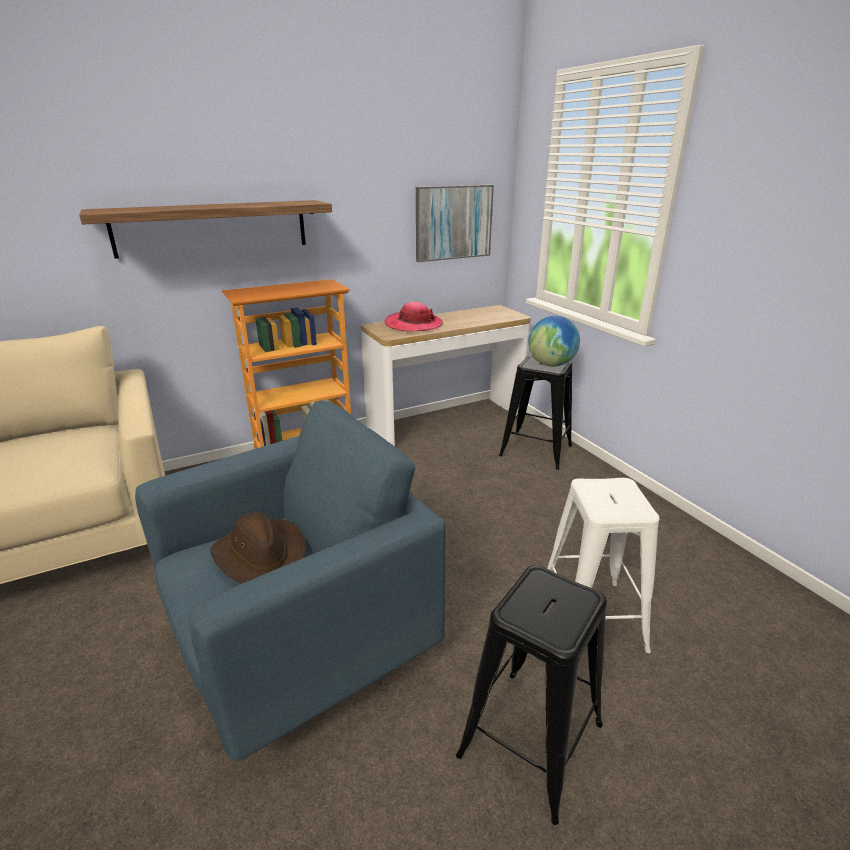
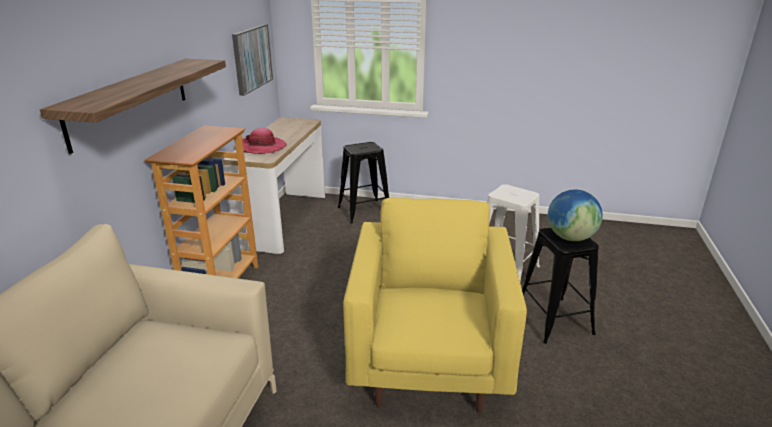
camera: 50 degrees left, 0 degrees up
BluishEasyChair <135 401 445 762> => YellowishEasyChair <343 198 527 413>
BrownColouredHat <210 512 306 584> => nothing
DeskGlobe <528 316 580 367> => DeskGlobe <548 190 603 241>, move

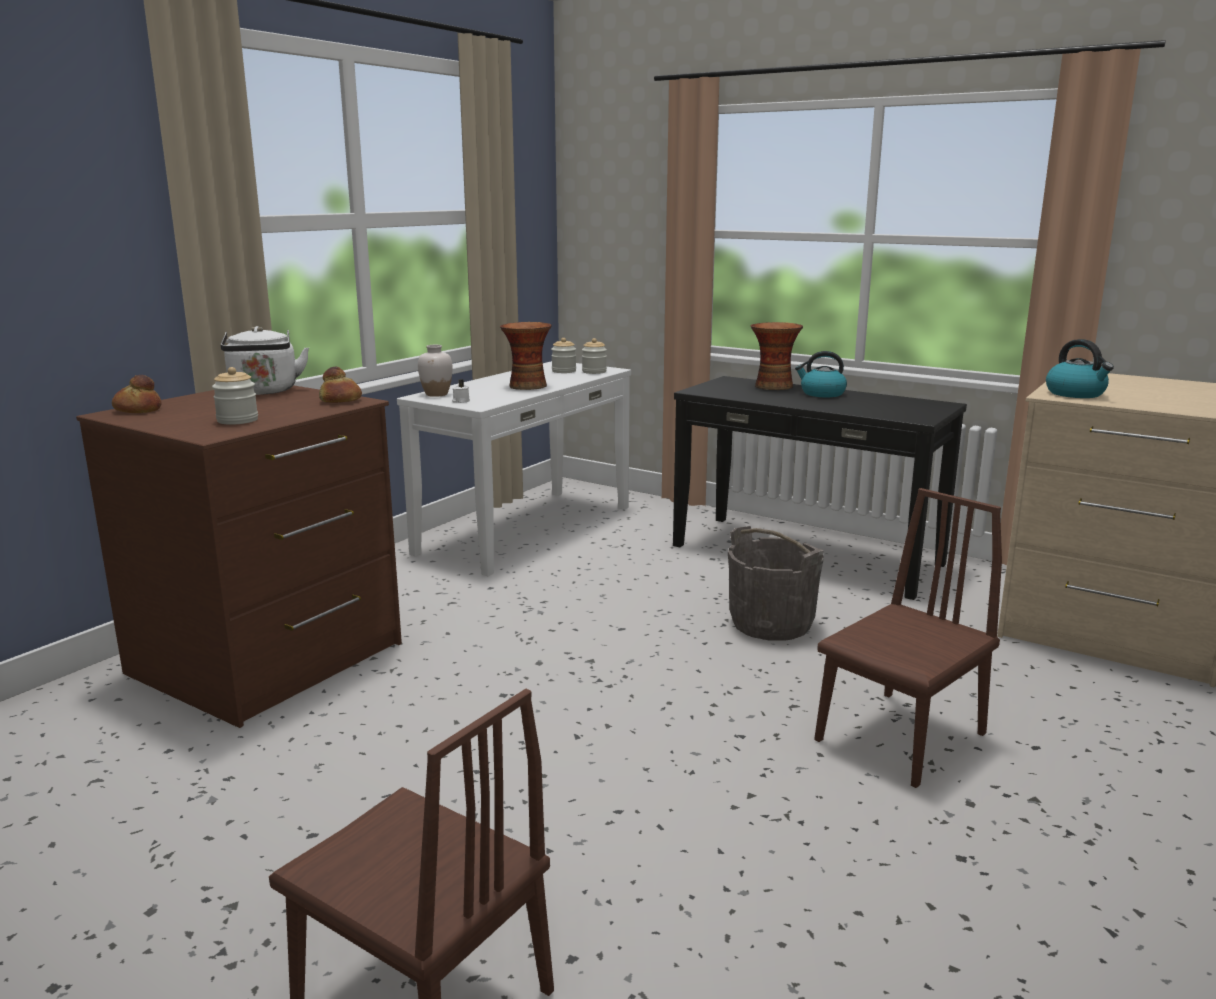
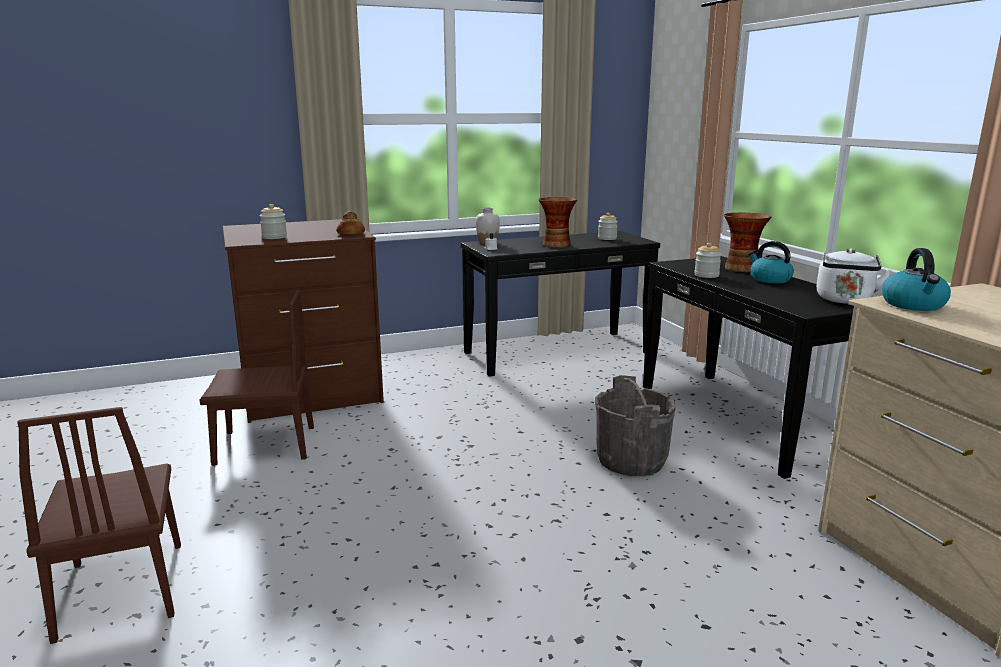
camera: 35 degrees right, 0 degrees up
BakedBread <112 375 161 413> => nothing
WhitishKettle <221 326 309 395> => WhitishKettle <817 249 892 304>, move
WhitishNarrowTable <397 361 631 576> => BlackColouredNarrowTable <461 231 660 377>
StorageJar <582 338 607 374> => StorageJar <694 243 722 278>, move
BrownColouredChair <814 488 1002 788> => BrownColouredChair <199 290 314 466>, move

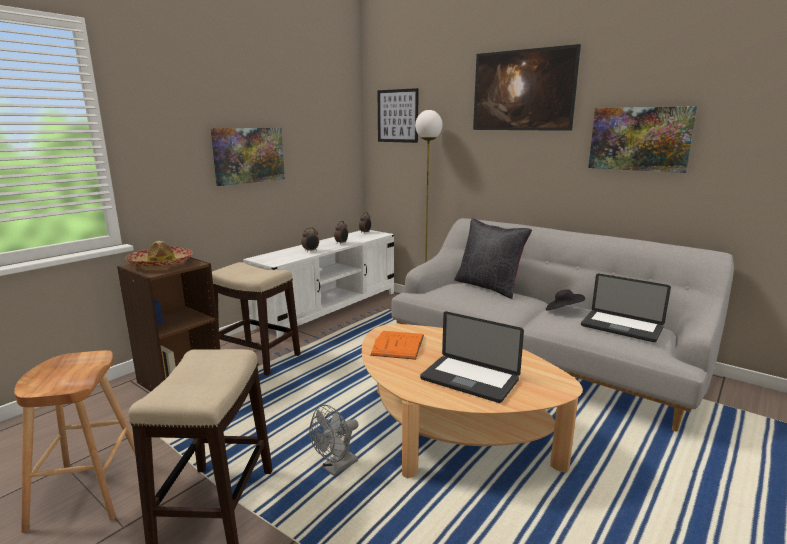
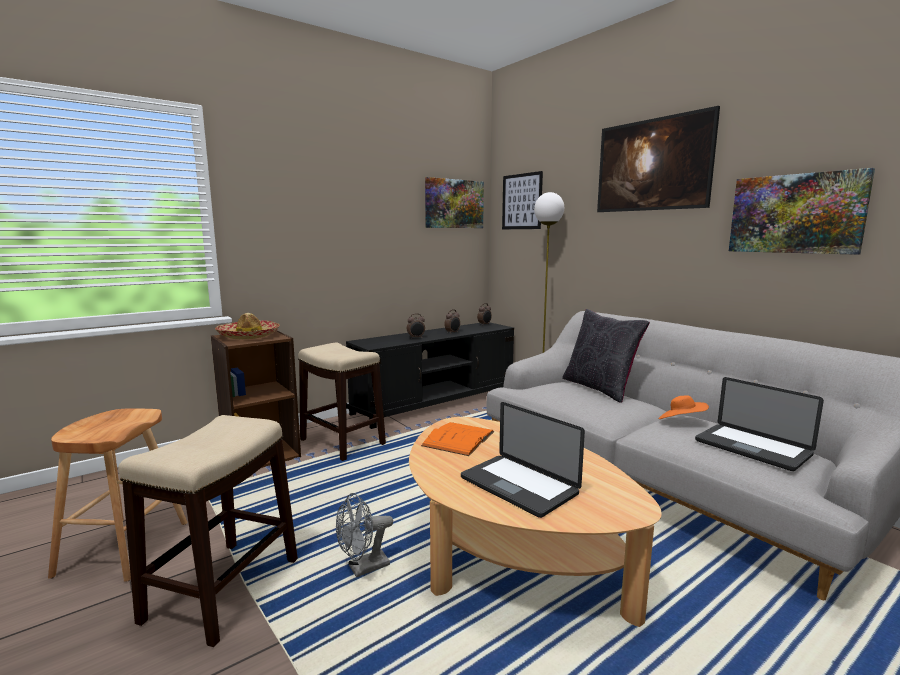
camera: 15 degrees right, 5 degrees down
WallArt <211 128 285 186> => WallArt <425 177 484 228>, move
WhitishTvUnit <243 230 394 338> => BlackColouredTvUnit <346 322 514 429>
BlackColouredHat <546 289 585 311> => OrangeyHat <659 395 709 419>

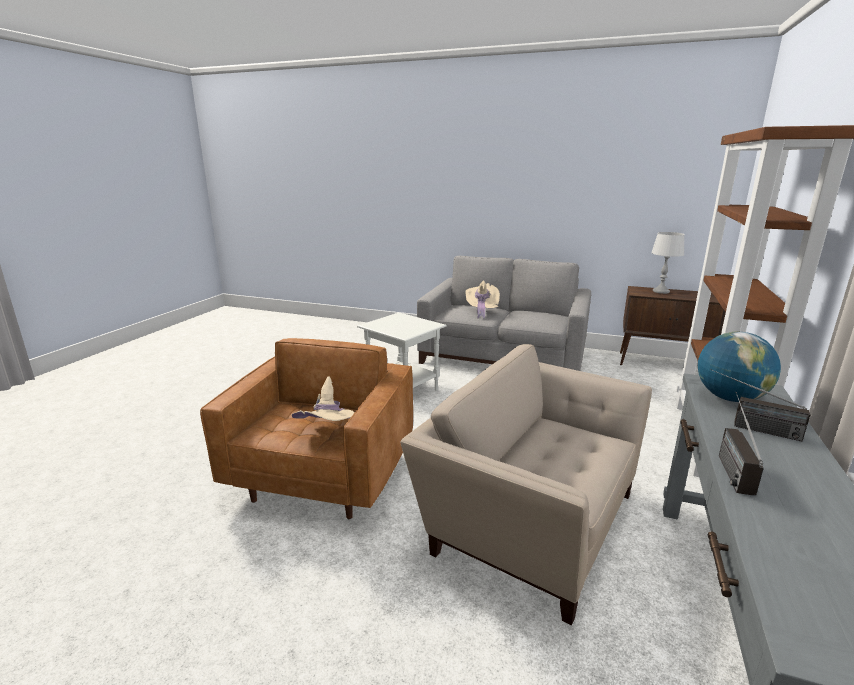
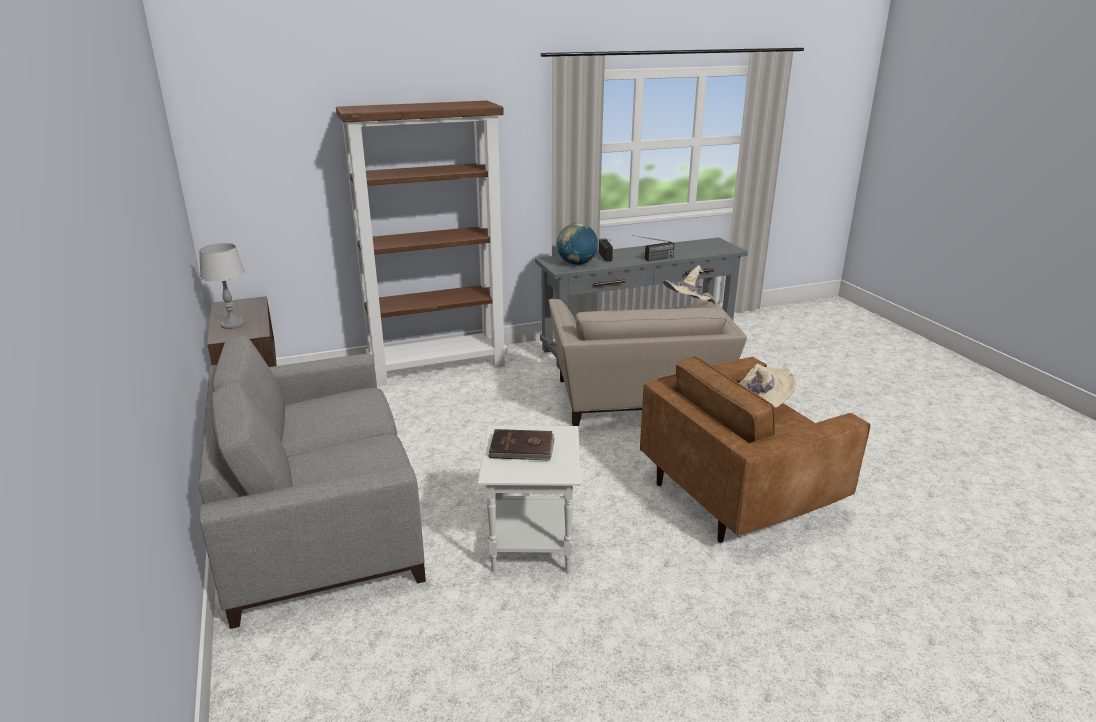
camera: 130 degrees left, 5 degrees up
BeigeHat <465 280 500 319> => BeigeHat <663 265 715 304>, move
nothing => BrownColouredBoundBook <488 429 555 461>

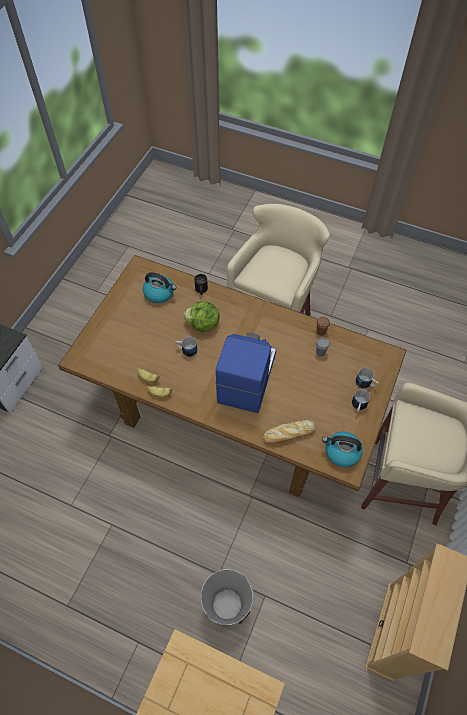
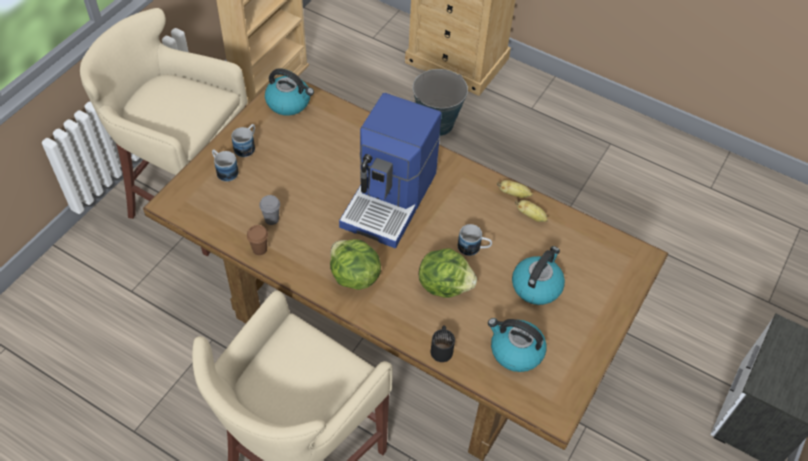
camera: 175 degrees left, 5 degrees down
BakedBread <263 420 316 444> => nothing
nothing => Lettuce <330 239 381 290>
nothing => Kettle <512 246 565 305>

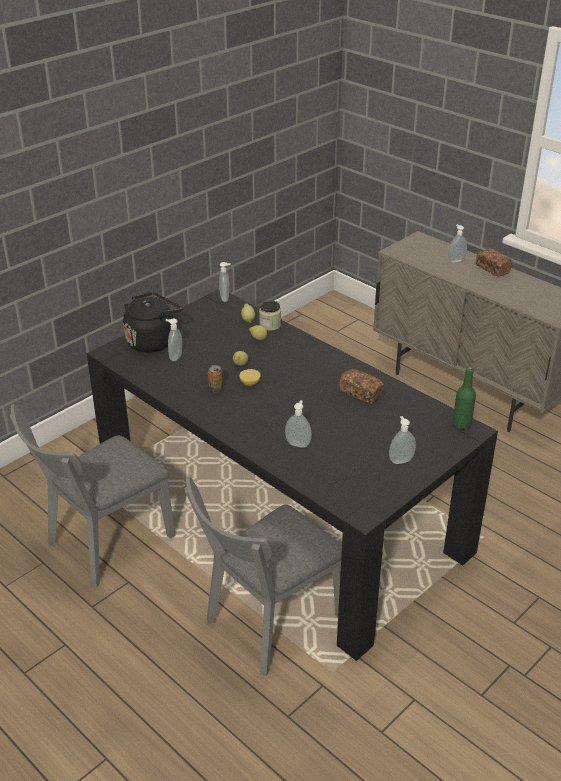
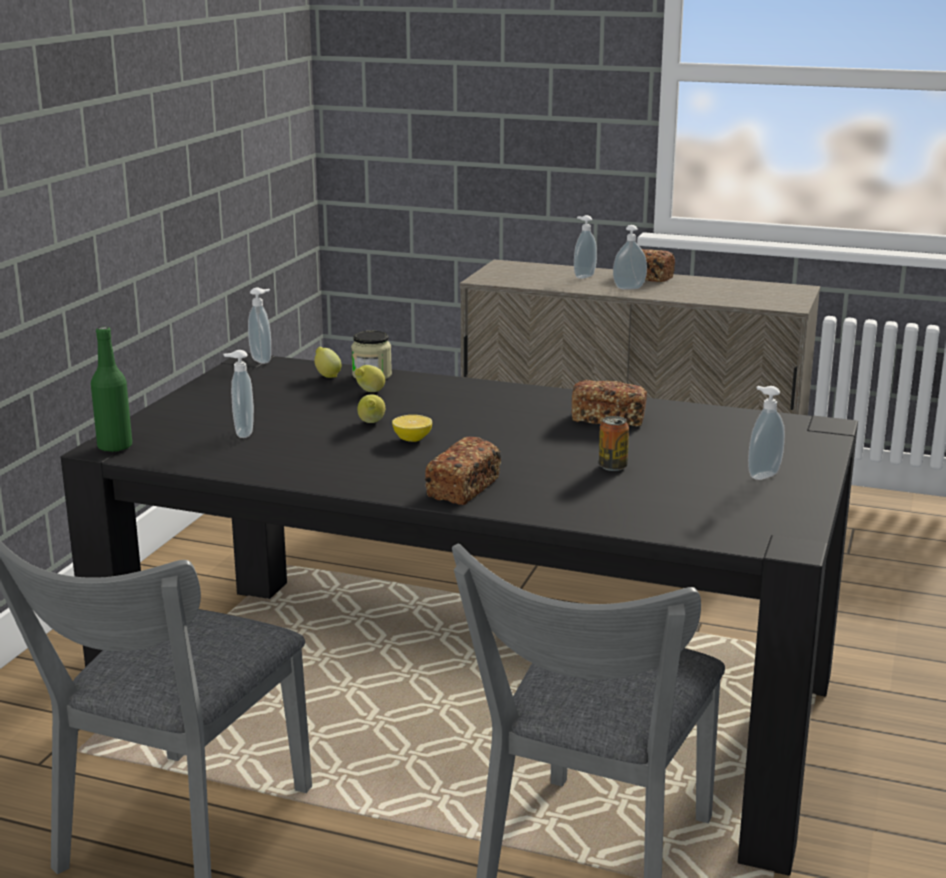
camera: 25 degrees left, 15 degrees down
BlackColouredKettle <123 292 182 352> => nothing
Can <208 365 223 393> => Can <599 416 629 471>, move
LiquidSoapBottle <285 400 312 448> => LiquidSoapBottle <613 225 647 289>, move
GreenishDrinkBottle <453 367 476 429> => GreenishDrinkBottle <91 327 132 452>, move
nothing => BakedBread <425 437 501 505>

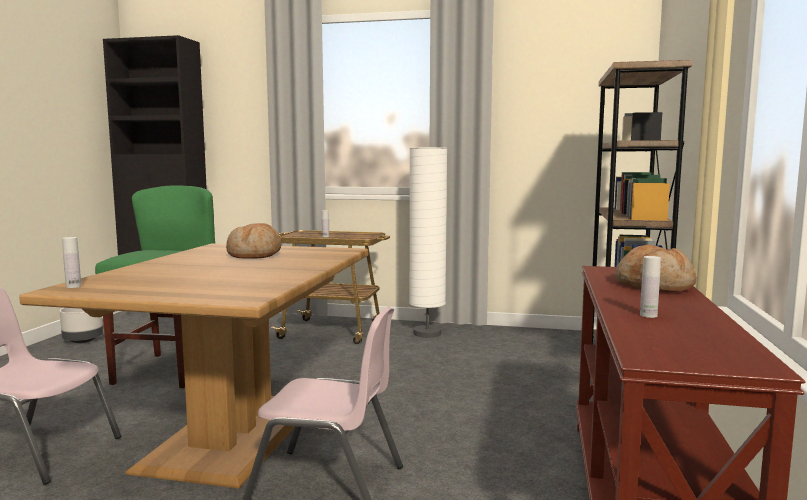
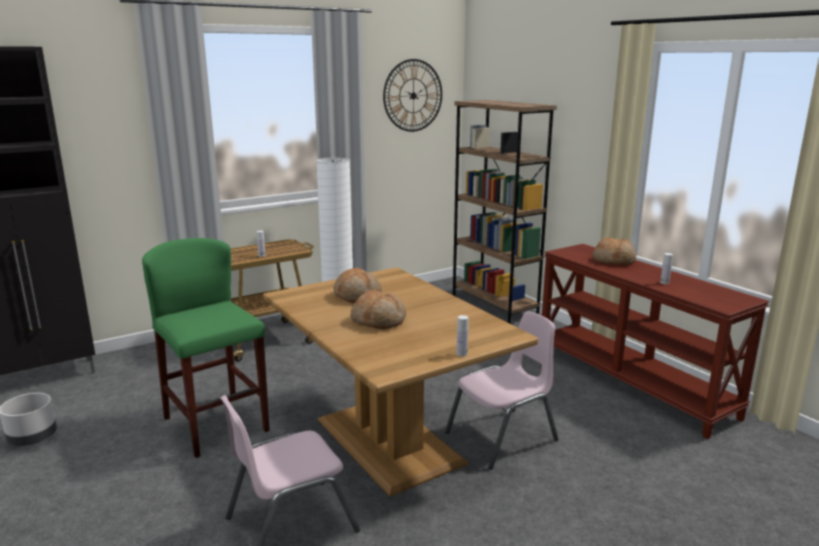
camera: 45 degrees left, 10 degrees up
WhitishDrinkBottle <62 237 81 288> => WhitishDrinkBottle <457 315 468 357>, move
nothing => BakedBread <351 290 406 329>
nothing => HangingClock <383 59 442 132>

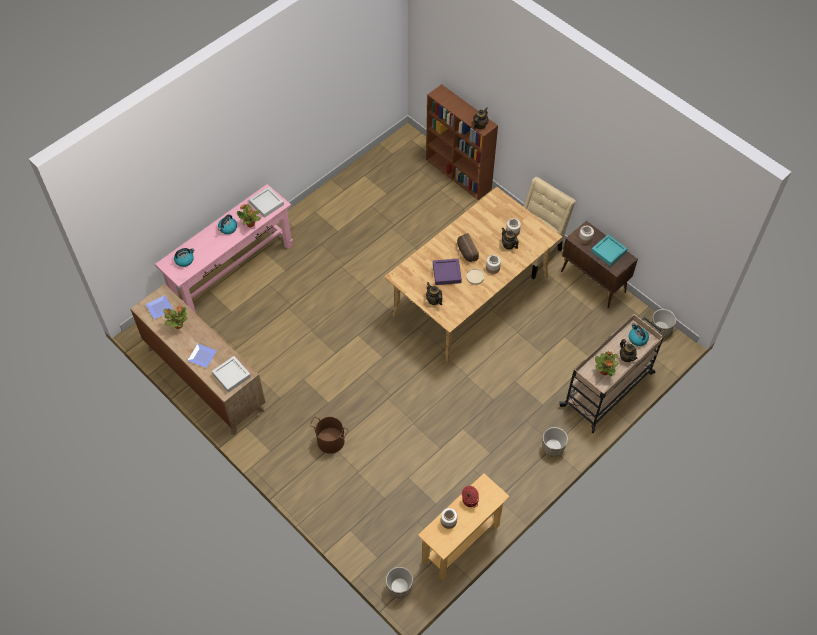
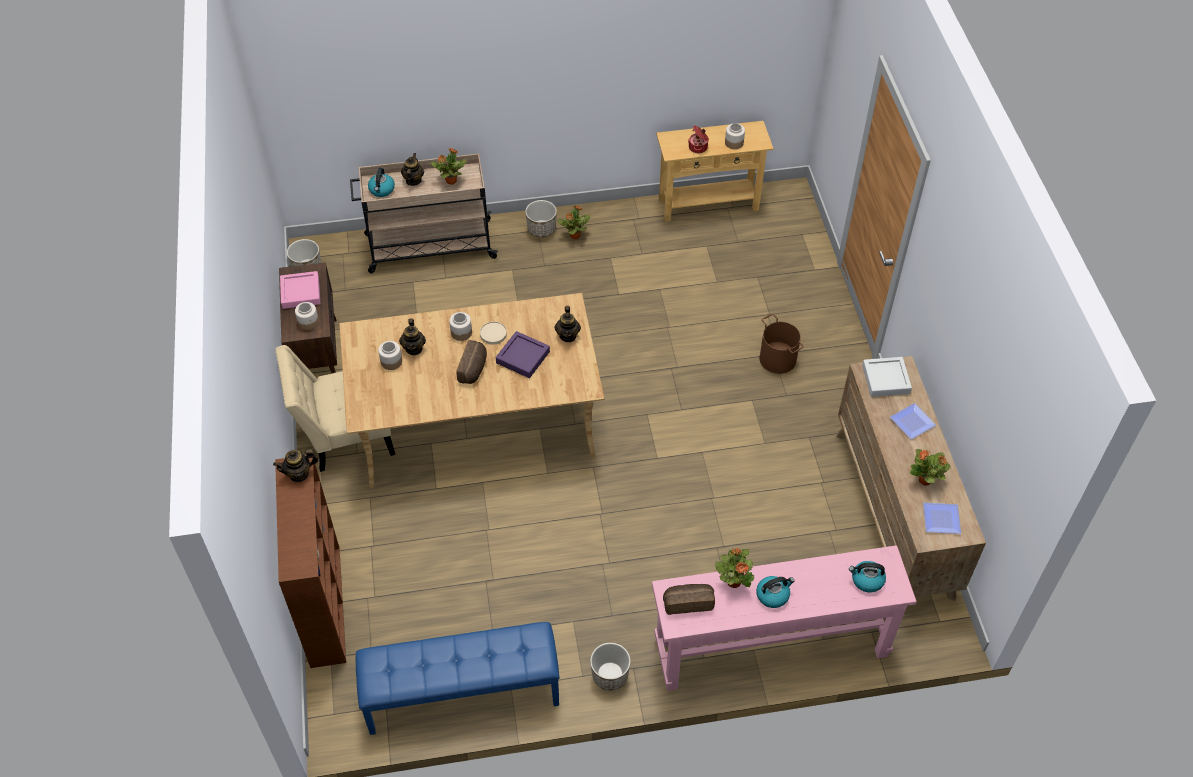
camera: 145 degrees left, 5 degrees down
GreyServingTray <249 187 284 218> => BakedBread <663 584 715 615>
FlowerPot <386 567 413 598> => FlowerPot <590 643 631 690>, move
BlueGreenServingTray <591 234 627 266> => PinkColouredServingTray <280 271 320 309>
nothing => BluishIndoorBench <356 622 560 735>
nothing => Houseplant <558 205 591 239>

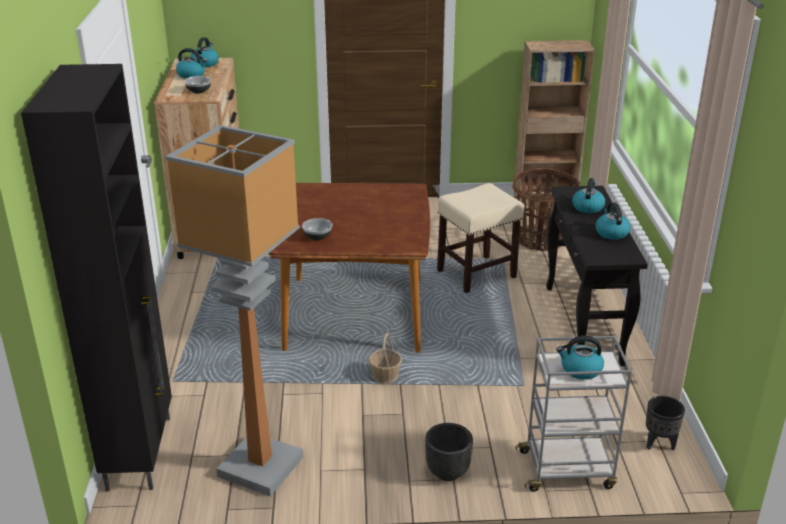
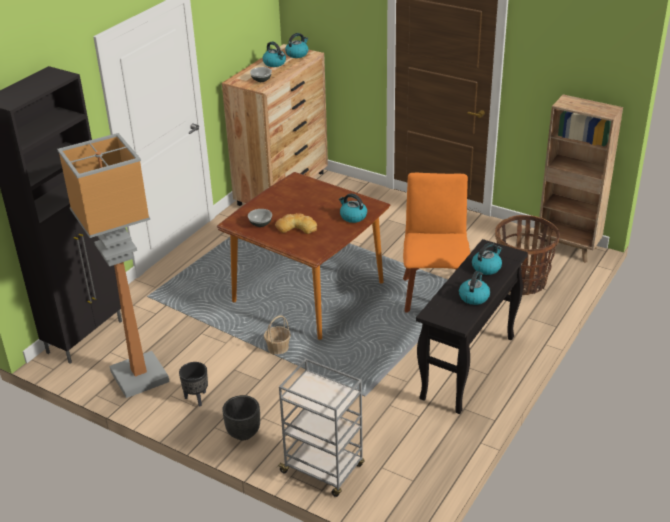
camera: 35 degrees right, 5 degrees up
BeigeSittingStool <437 183 524 293> => OrangeyChair <403 173 470 313>
Kettle <556 336 604 380> => Kettle <339 193 367 223>, move
BlackColouredFlowerPot <646 396 685 450> => BlackColouredFlowerPot <179 362 208 407>, move
nothing => BakedBread <275 213 317 234>

